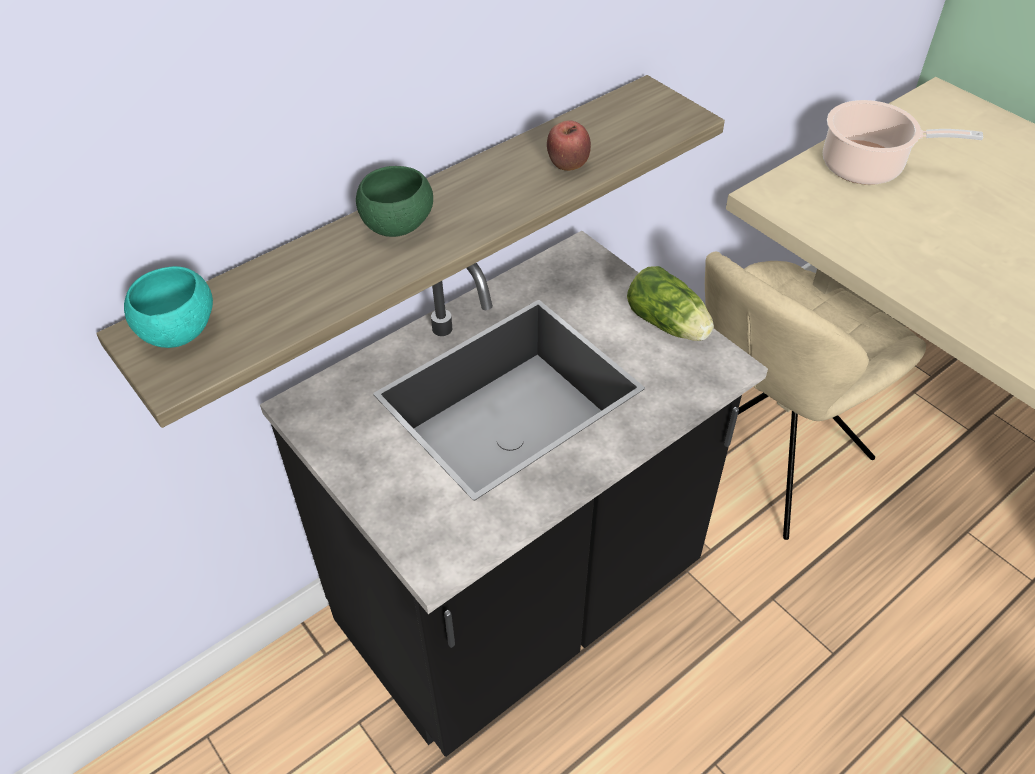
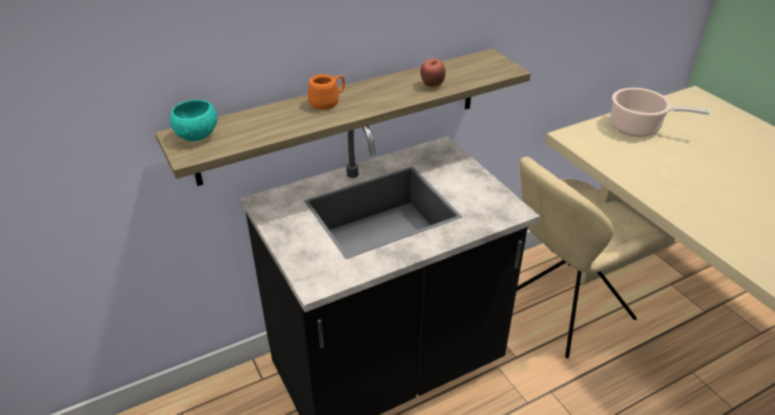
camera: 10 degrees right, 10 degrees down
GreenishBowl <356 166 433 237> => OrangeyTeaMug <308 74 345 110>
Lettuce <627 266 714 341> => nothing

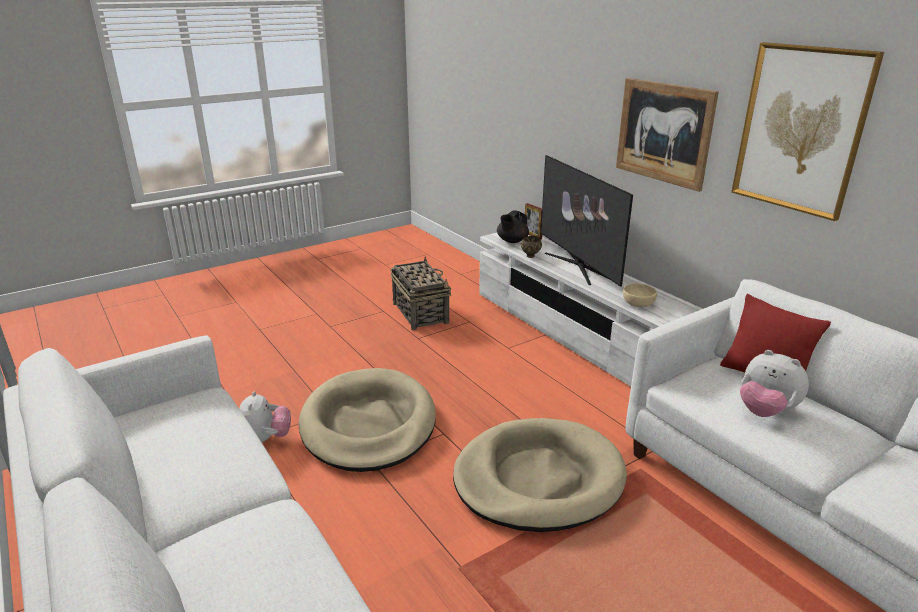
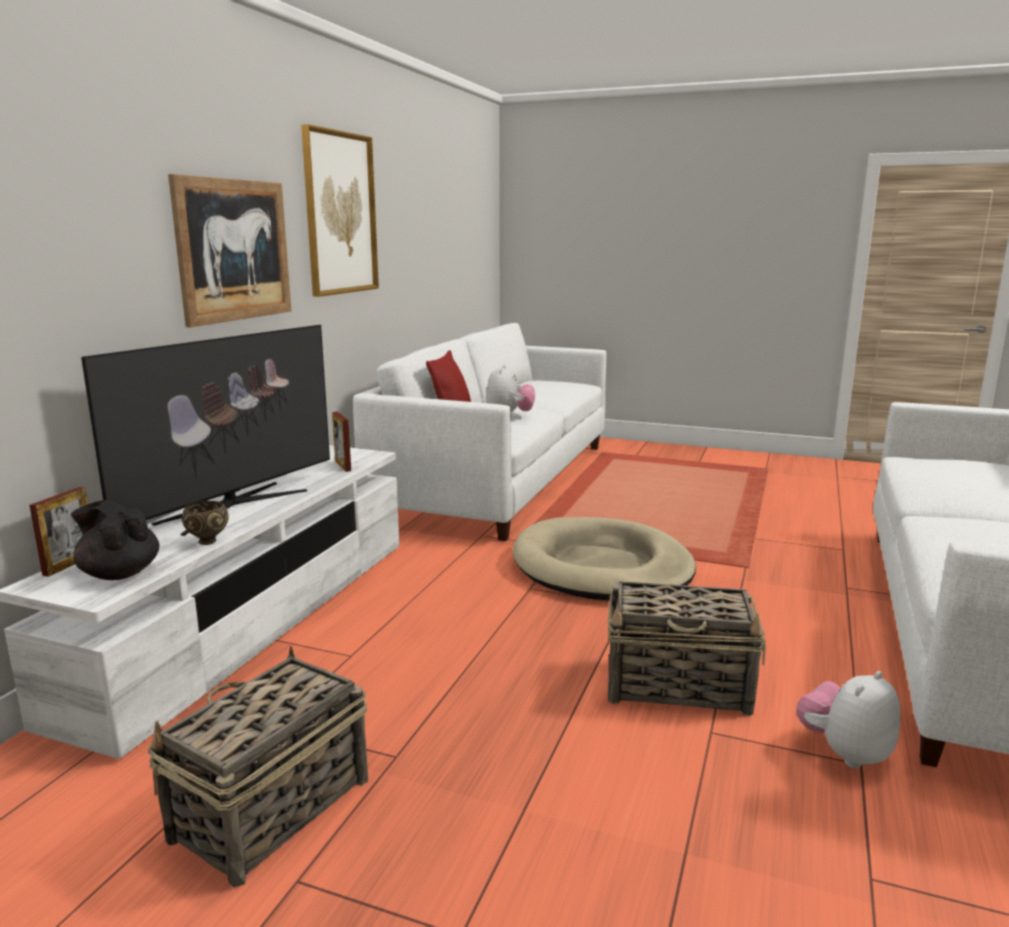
camera: 125 degrees left, 10 degrees down
BeigeDogCushion <298 368 436 472> => HouseholdBasket <608 581 766 716>
BlackColouredTeapot <497 210 529 243> => BlackColouredTeapot <71 500 160 580>, 150 degrees counterclockwise
BeigeBowl <623 283 657 307> => PictureFrame <332 412 351 472>

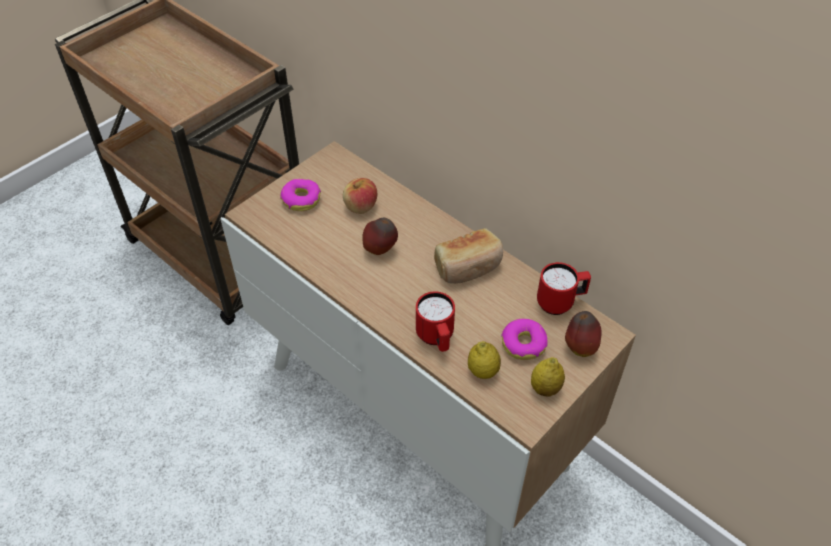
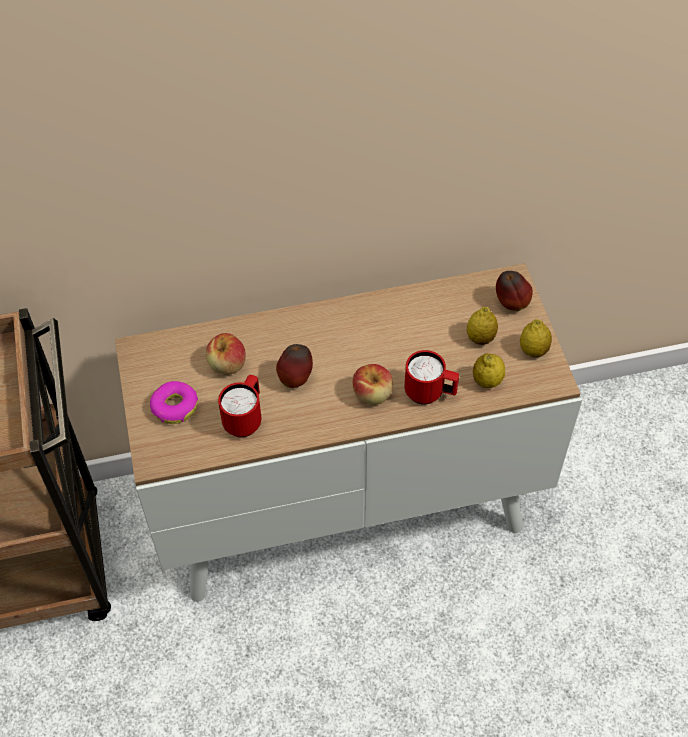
camera: 55 degrees left, 5 degrees up
BakedBread <434 228 503 284> => nothing
RingDoughnut <501 319 548 360> => CitrusFruit <467 307 498 345>
RedColouredTeaMug <537 262 591 315> => RedColouredTeaMug <218 375 261 437>, move
nothing => AppleFruit <353 364 393 405>

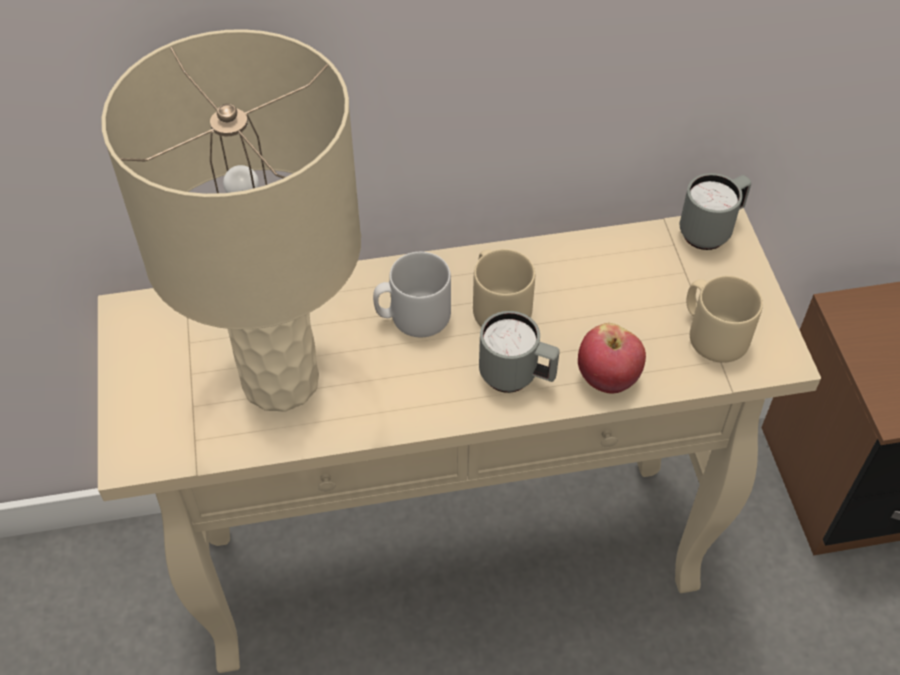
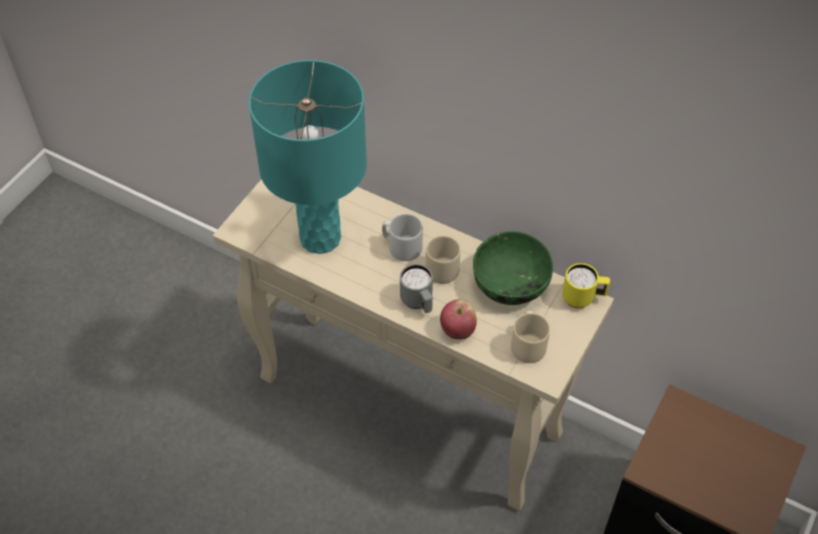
camera: 40 degrees right, 0 degrees up
BeigeTabletopLamp <101 29 361 412> => BlueGreenTabletopLamp <249 60 367 254>
GreyTeaMug <680 173 752 250> => YellowishTeaMug <562 263 610 308>
nothing => GreenishBowl <473 231 553 305>

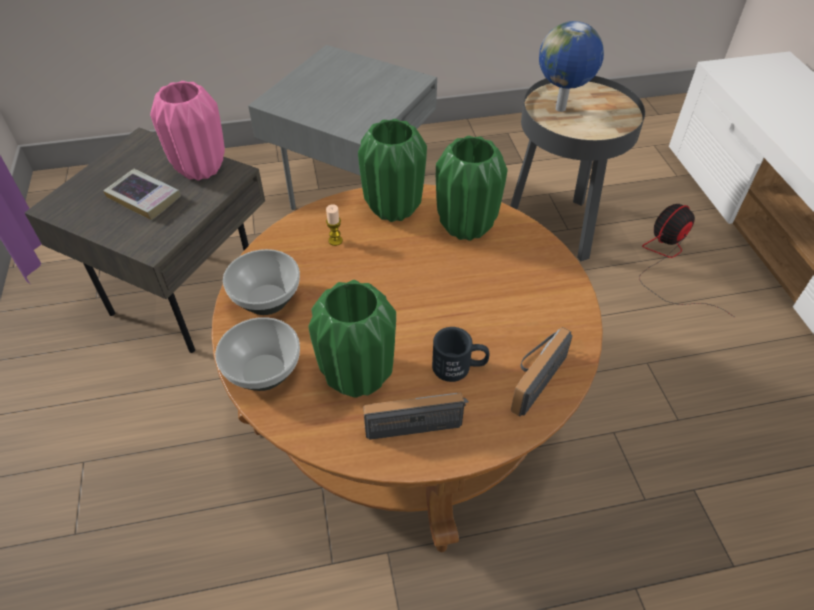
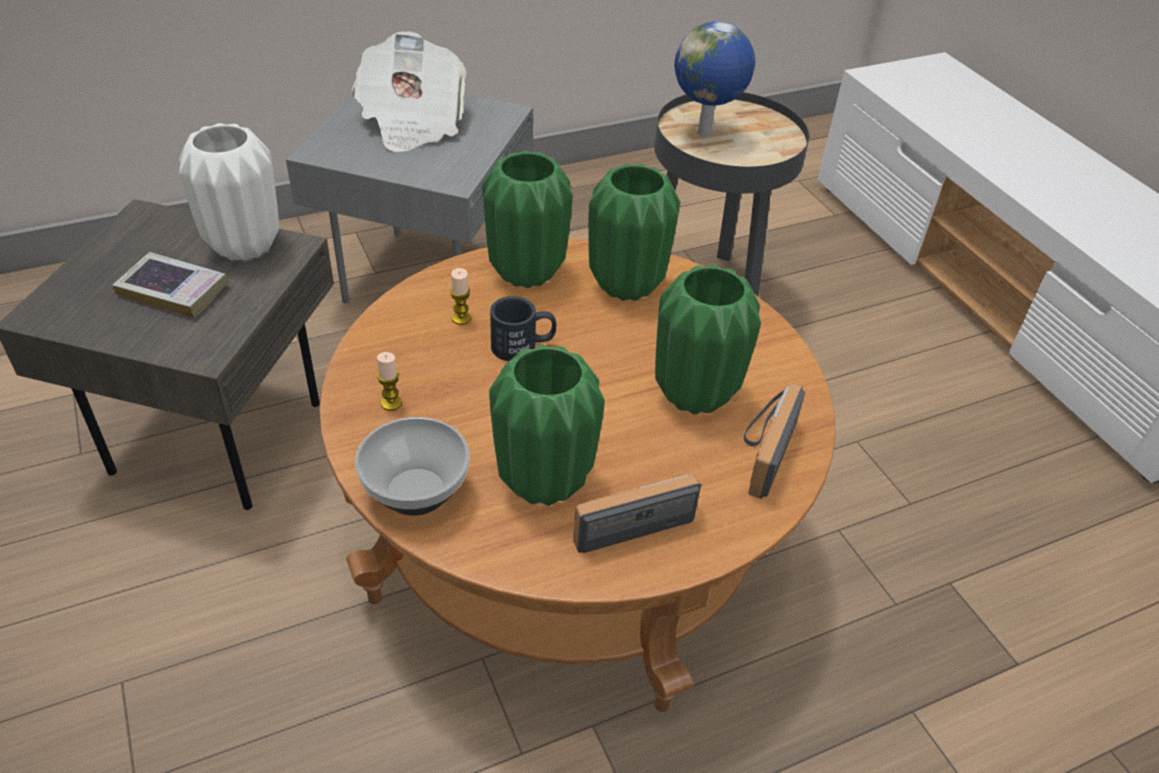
camera: 15 degrees left, 5 degrees down
PinkColouredFlowerVase <150 81 225 180> => WhitishFlowerVase <179 123 279 261>
Bowl <223 249 300 315> => WaxLight <377 352 402 411>
BlackColouredTeaMug <432 327 489 382> => BlackColouredTeaMug <490 296 556 361>, move
ElectricFan <639 204 734 317> => nothing
nothing => DailyPaper <352 31 467 152>
nothing => GreenishFlowerVase <655 265 761 415>

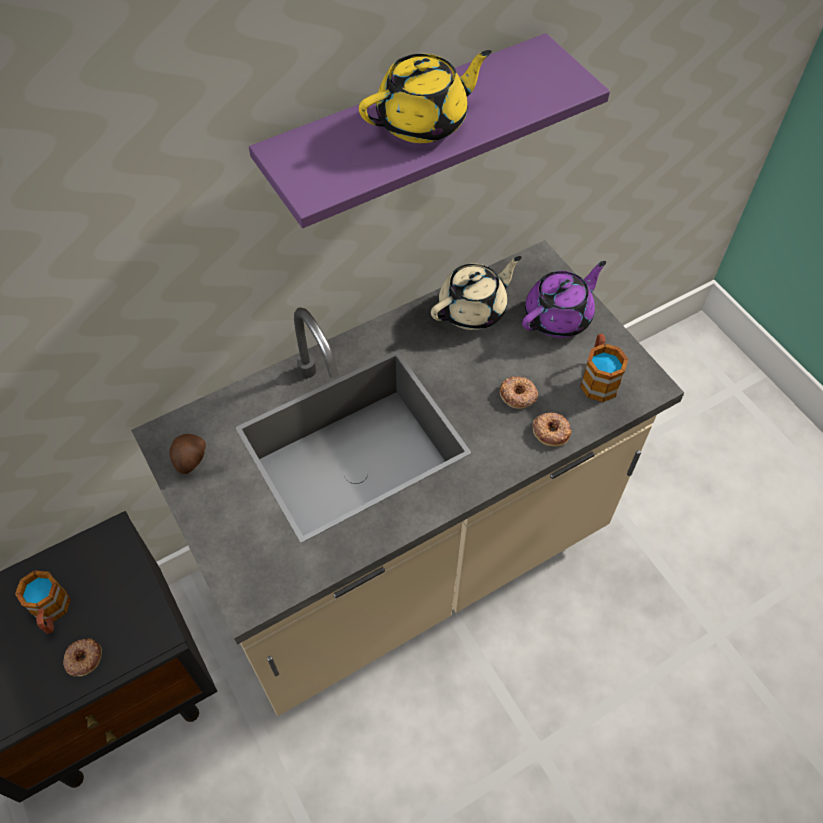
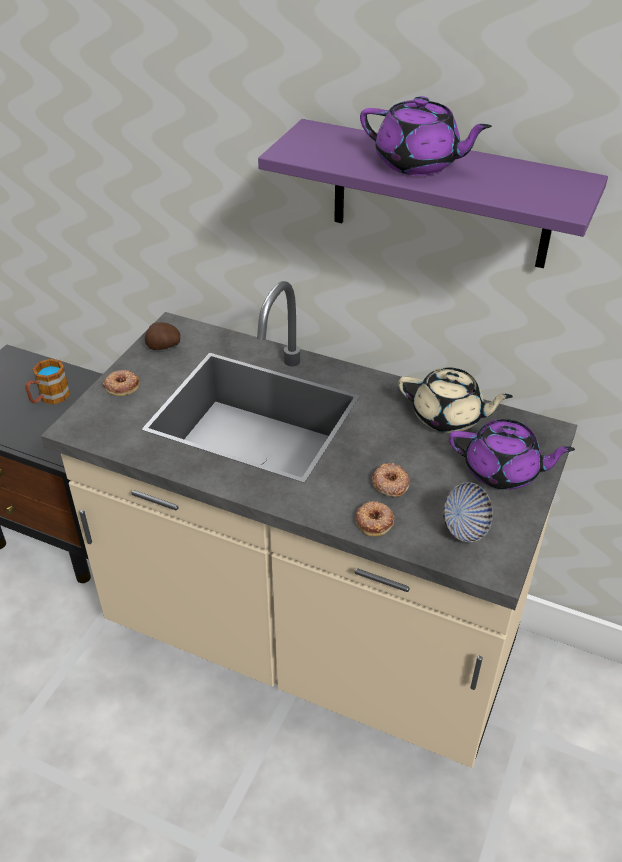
camera: 55 degrees right, 15 degrees down
RingDoughnut <63 638 102 676> => RingDoughnut <103 370 139 396>, move
YellowishTeapot <359 50 492 143> => PurpleColouredTeapot <360 96 492 175>
TeaMug <580 334 628 402> => Bowl <443 482 493 543>

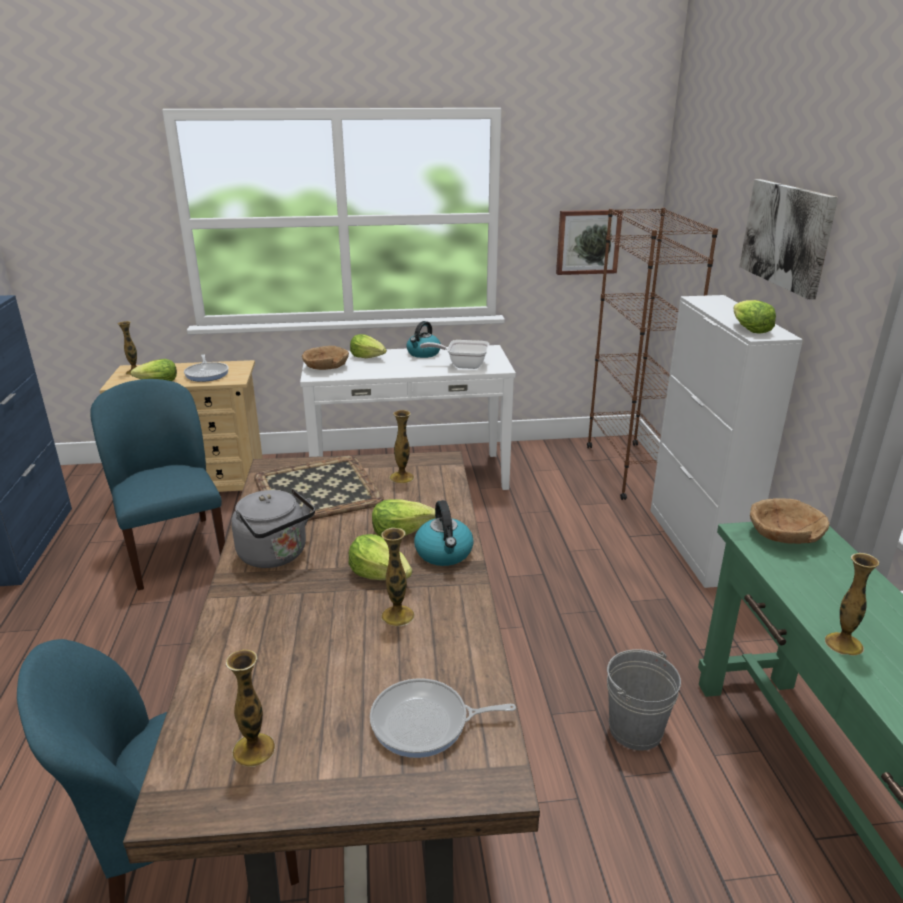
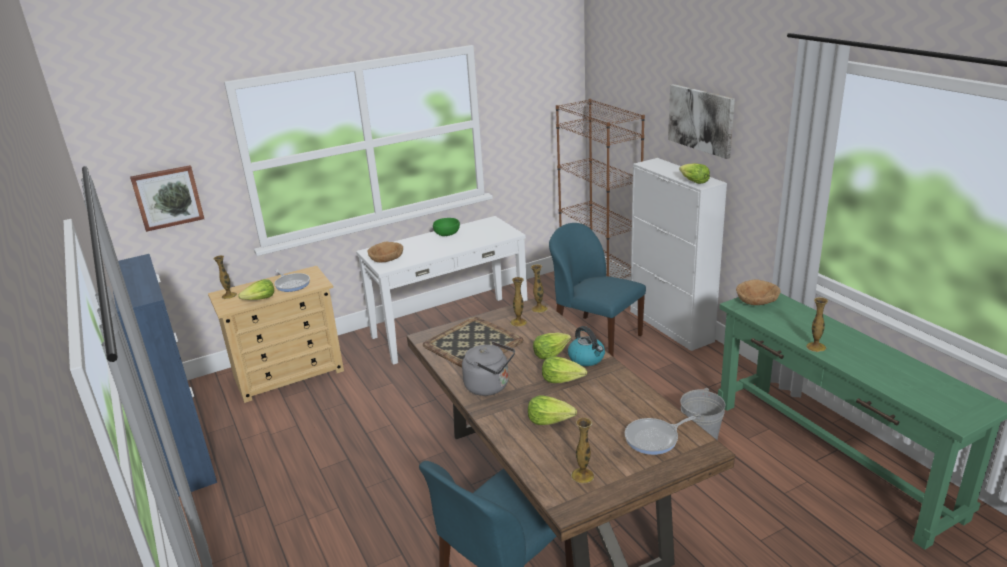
camera: 20 degrees left, 0 degrees up
BluishChair <90 379 225 591> => BluishChair <549 223 646 356>, move
Lettuce <350 334 387 358> => Lettuce <528 395 577 425>, move
FlowerVase <381 528 414 626> => FlowerVase <531 264 548 313>, move
Kettle <406 321 441 358> => GreenishBowl <433 218 460 236>
FryingPan <420 340 489 369> => nothing
WallArt <556 210 623 275> => WallArt <130 165 204 232>, move

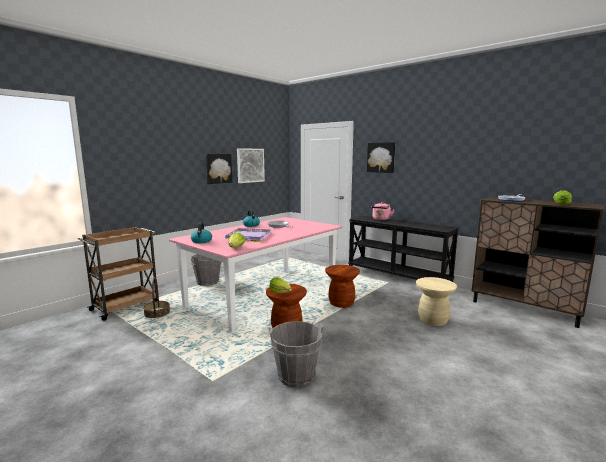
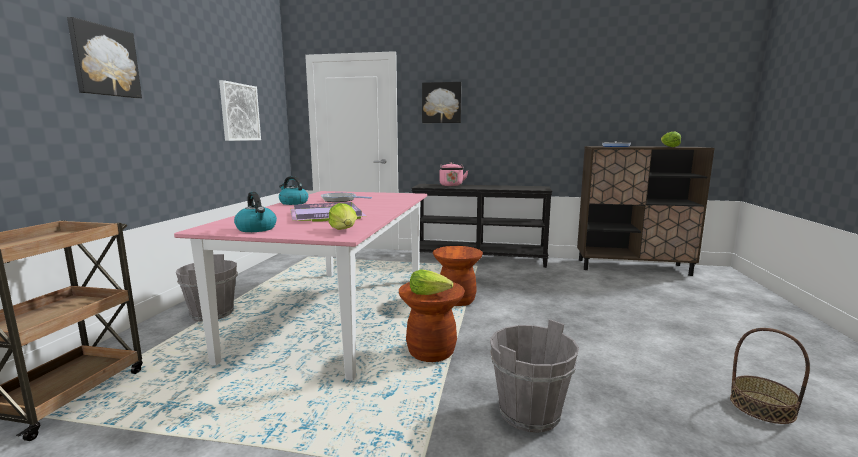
camera: 30 degrees left, 0 degrees up
HouseholdBasket <143 277 170 318> => HouseholdBasket <730 328 810 424>, move
WallArt <206 154 232 184> => WallArt <67 17 142 98>, move
BeigeSittingStool <416 277 457 326> => nothing

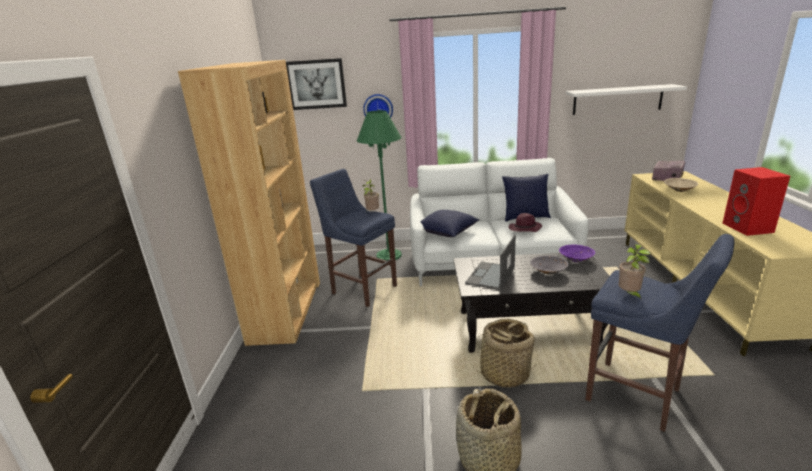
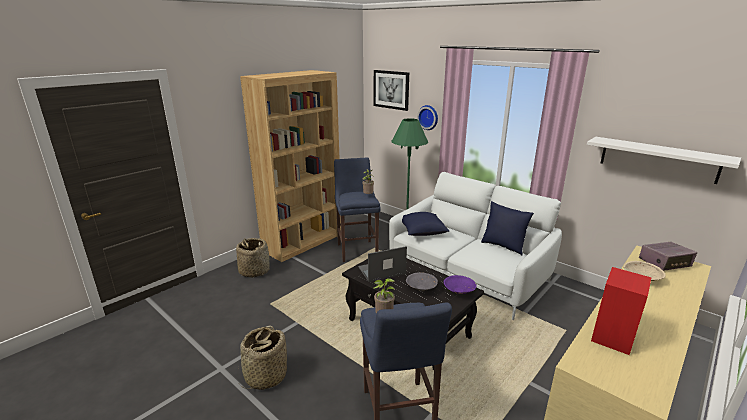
camera: 40 degrees right, 0 degrees up
HouseholdBasket <468 318 537 388> => HouseholdBasket <236 238 270 278>, move
PurpleColouredHat <509 213 542 232> => nothing

